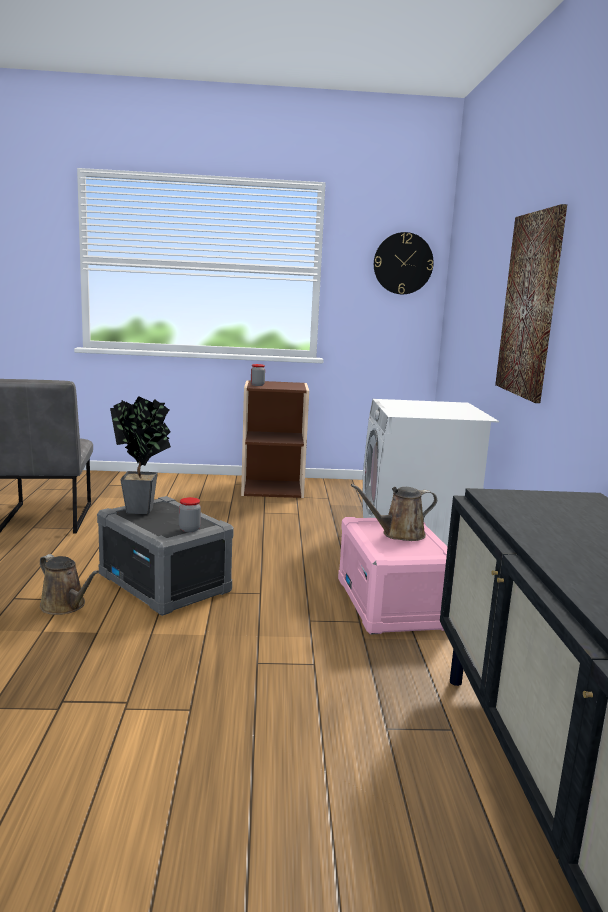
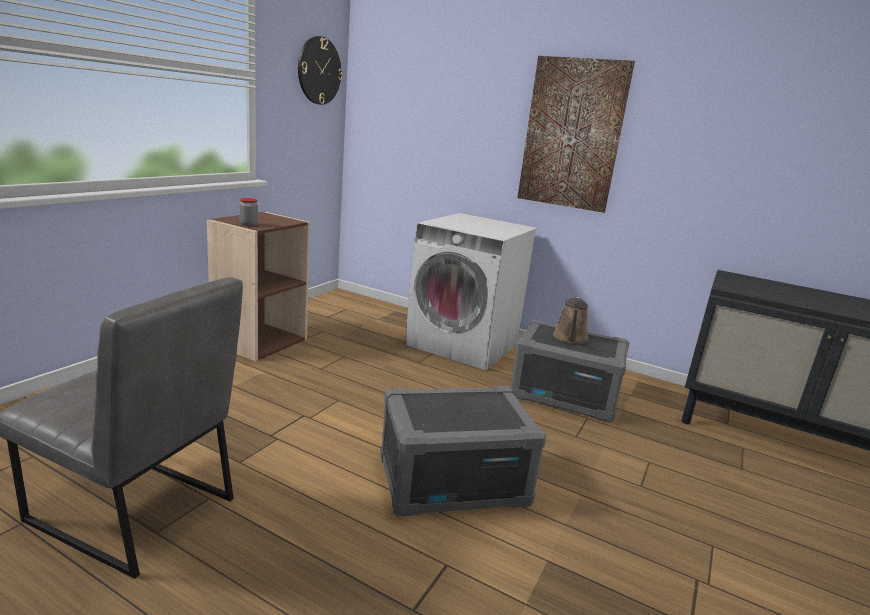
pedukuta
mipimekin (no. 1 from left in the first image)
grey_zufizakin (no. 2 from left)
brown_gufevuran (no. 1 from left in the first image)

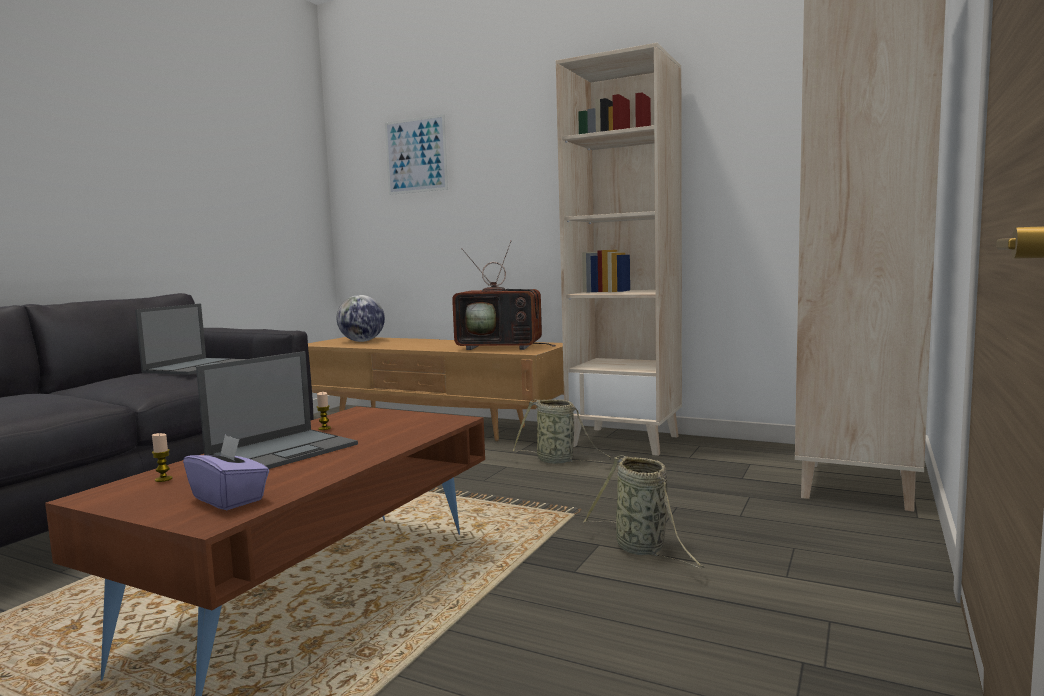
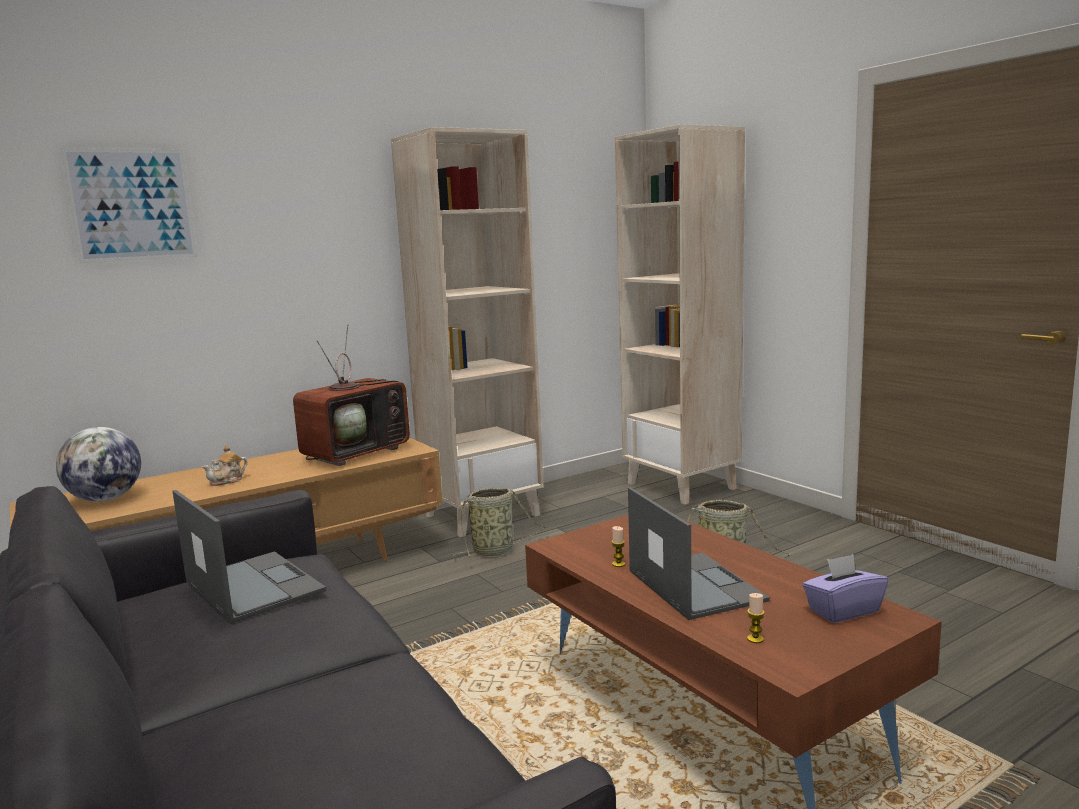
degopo

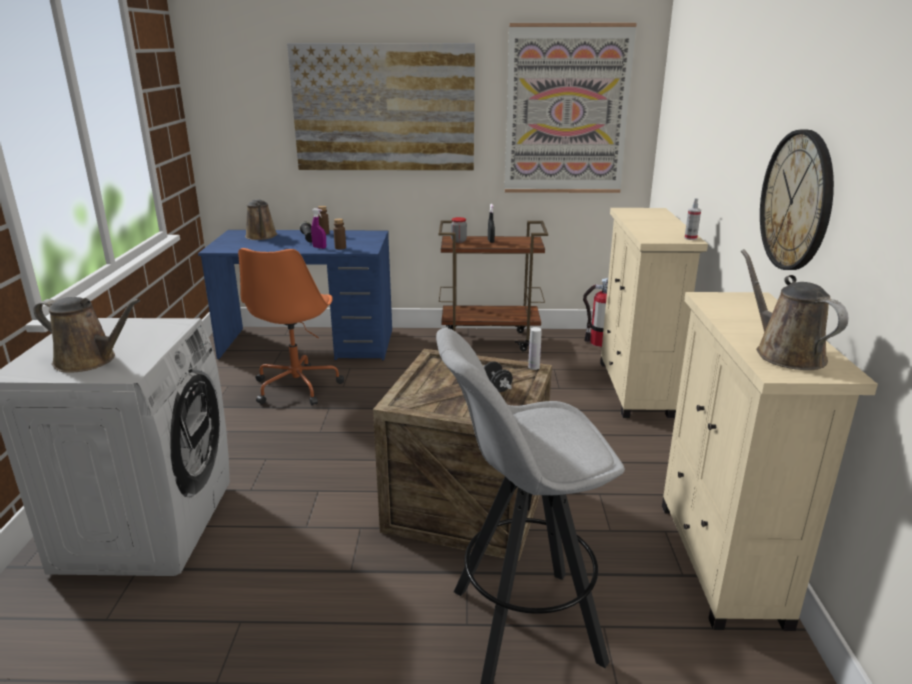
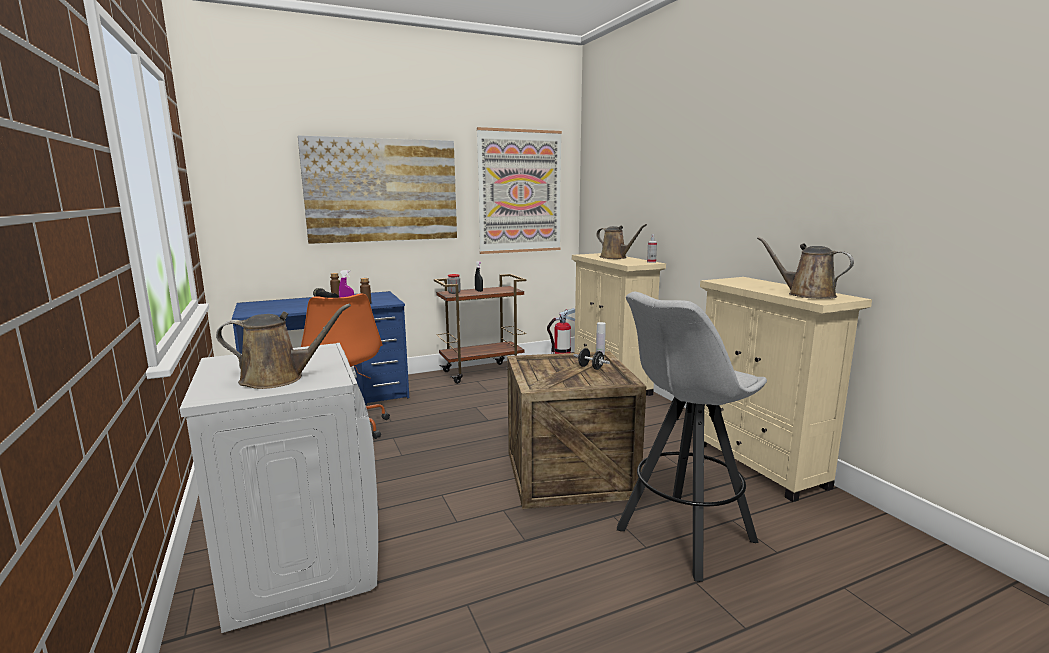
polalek
brown_gufevuran (no. 2 from left)

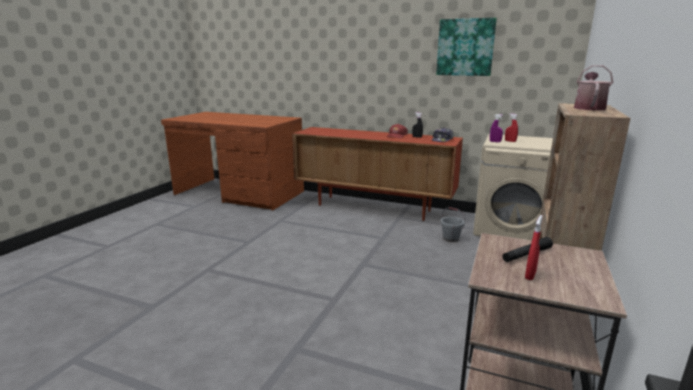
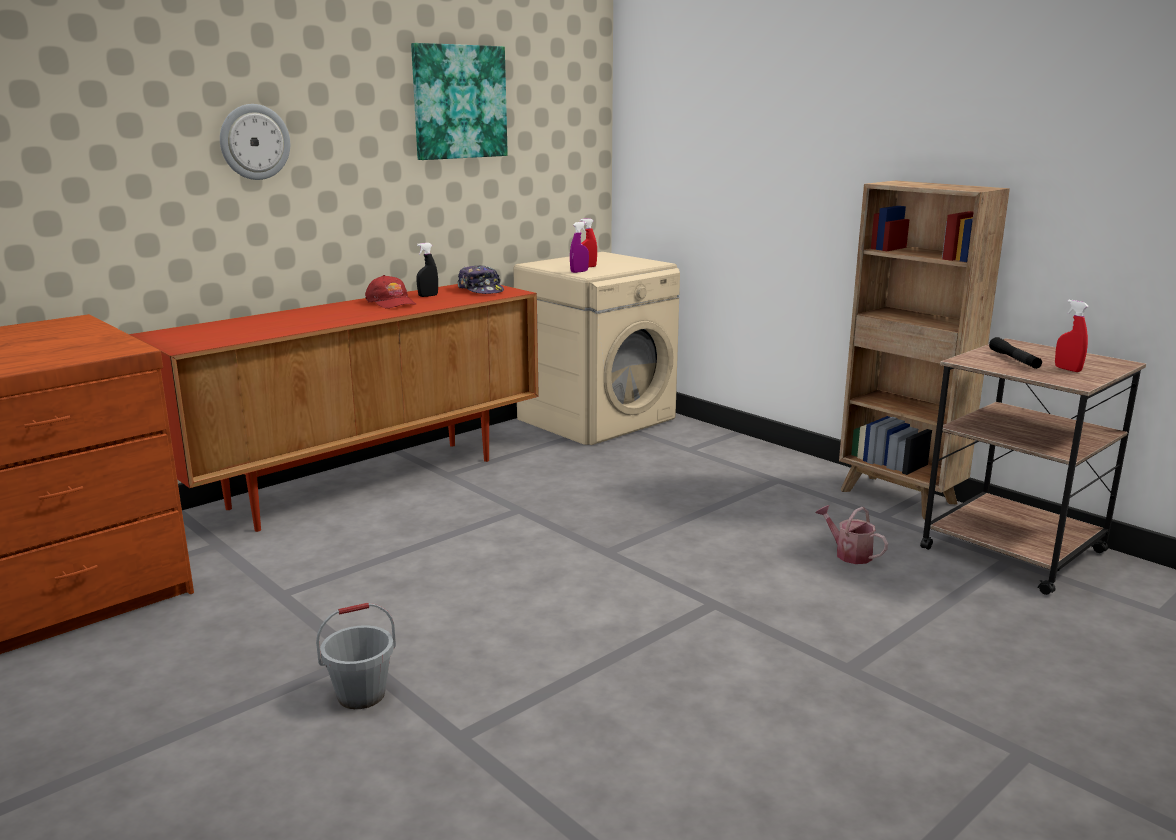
gufevuran
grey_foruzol
polalek

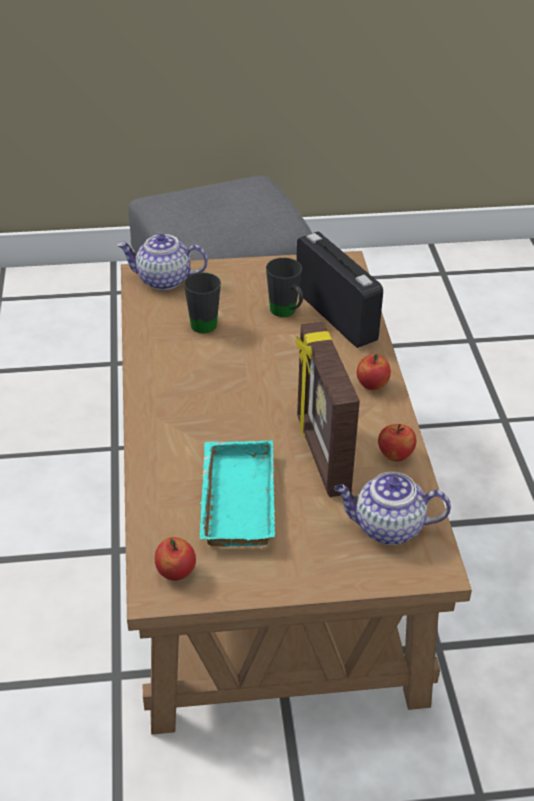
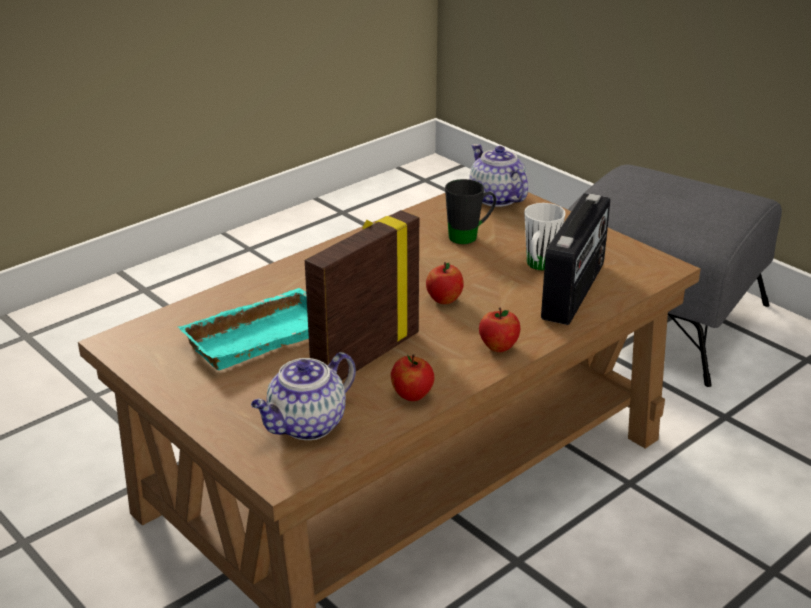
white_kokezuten
degopo (no. 1 from left)
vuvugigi (no. 2 from left)

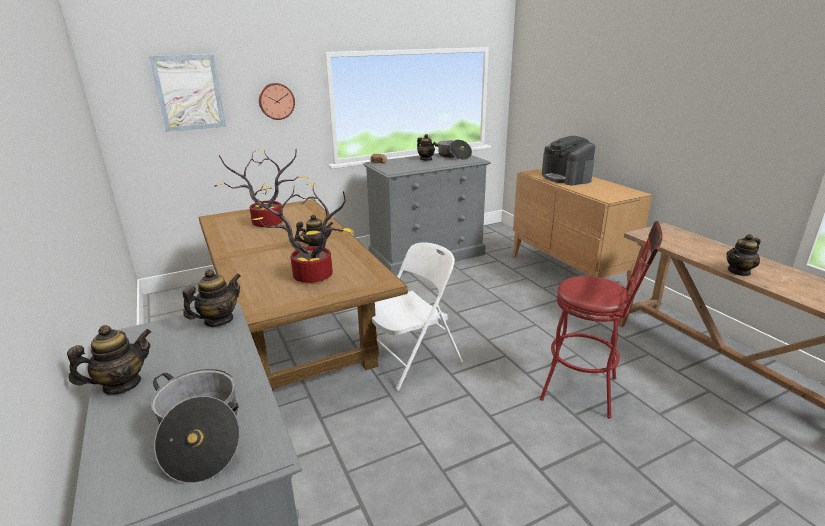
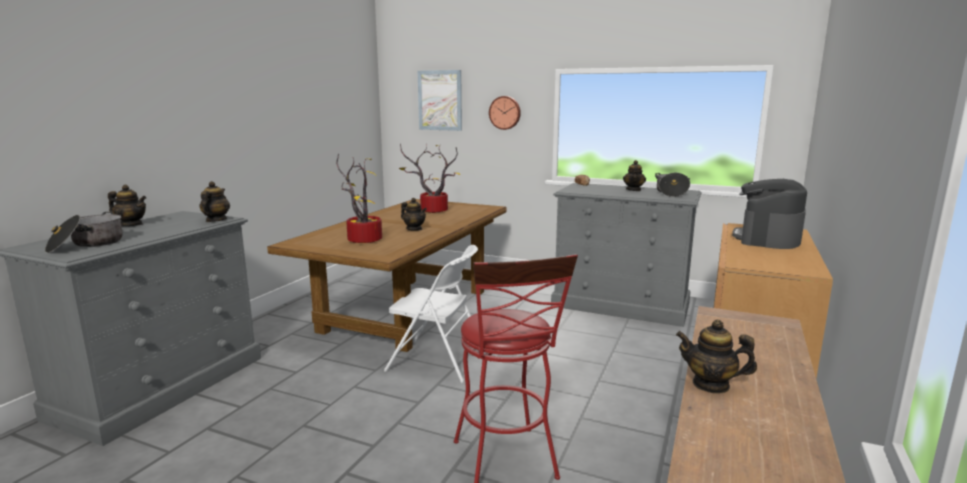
degopo (no. 2 from left)

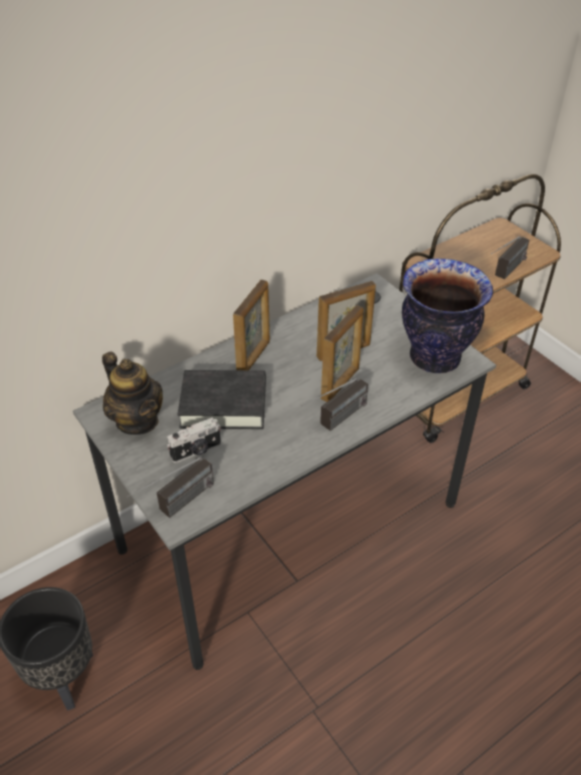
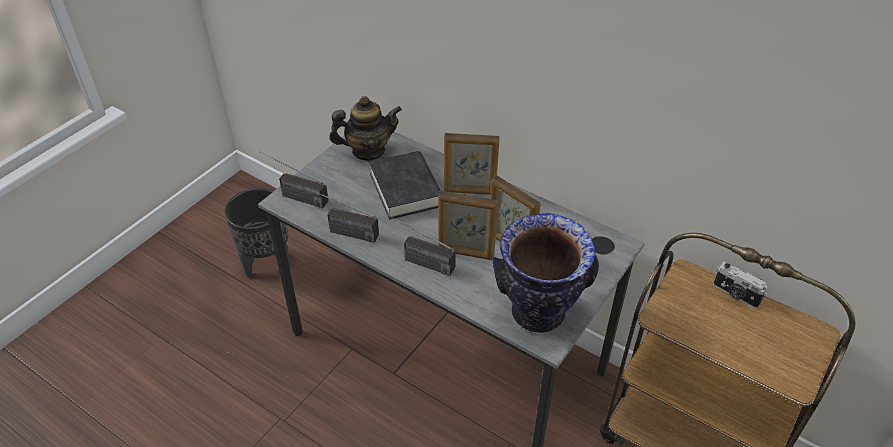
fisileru (no. 2 from left)
degopo
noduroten

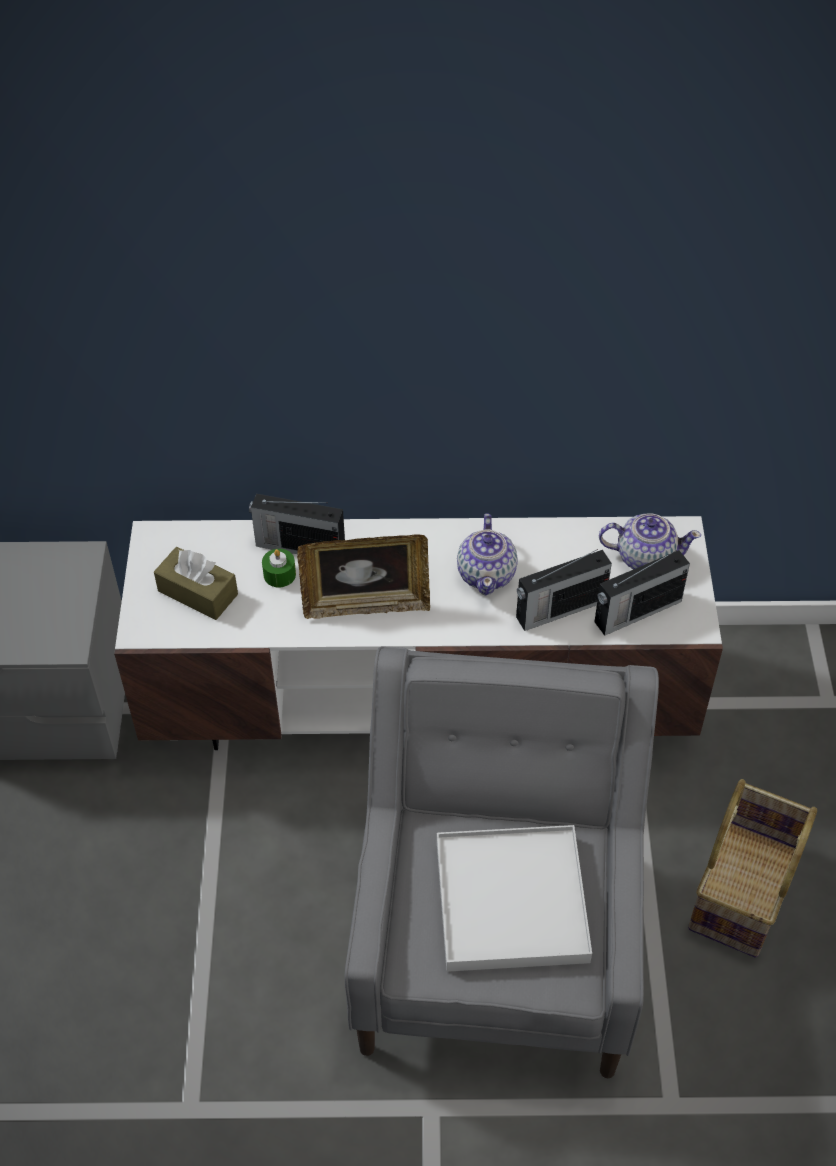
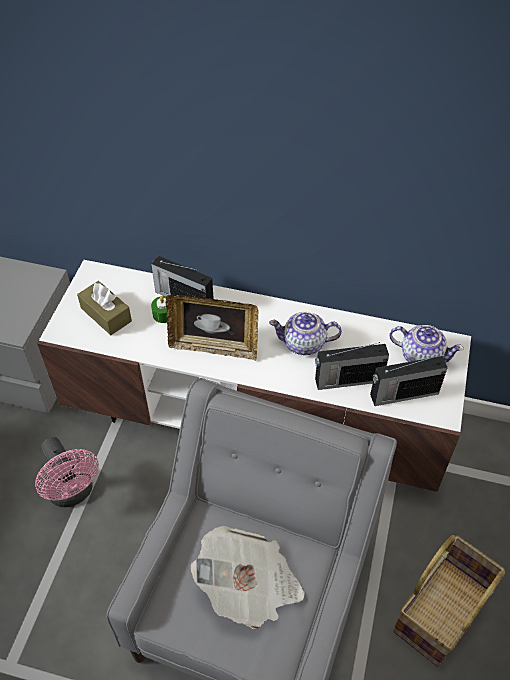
degopo (no. 1 from left)
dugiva
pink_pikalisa

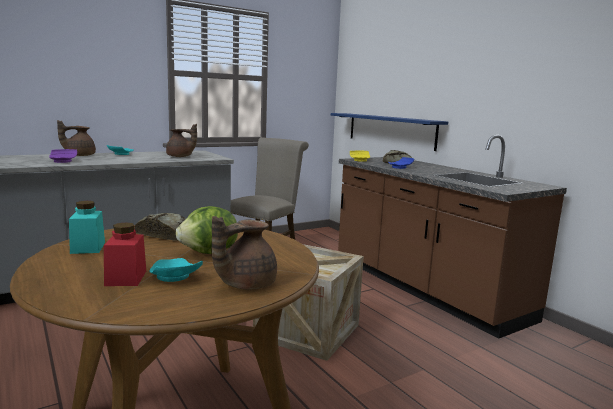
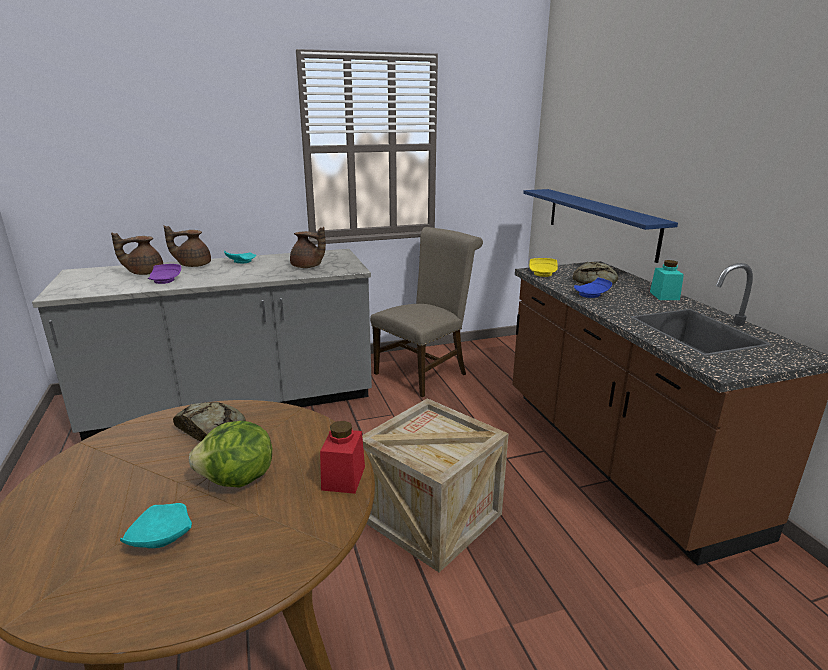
turquoise_mipimekin
brown_degopo (no. 1 from left)
red_mipimekin

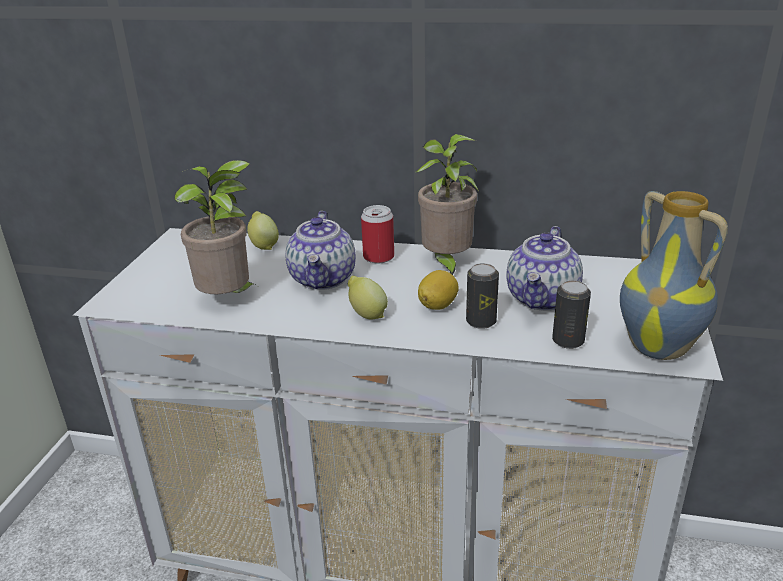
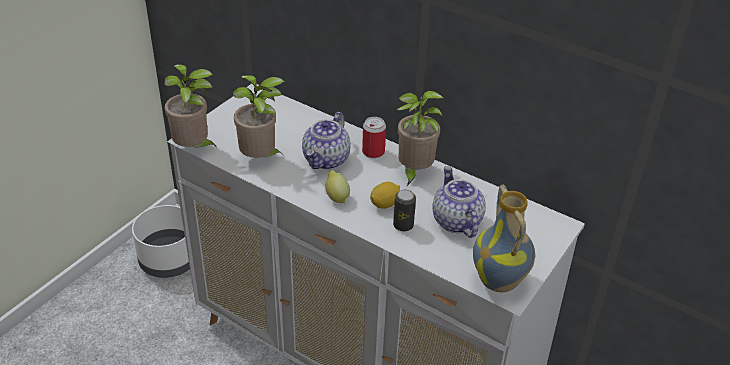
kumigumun (no. 1 from left in the first image)
degopo (no. 2 from left)
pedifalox (no. 3 from left in the first image)
pedukuta (no. 1 from left)
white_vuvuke

